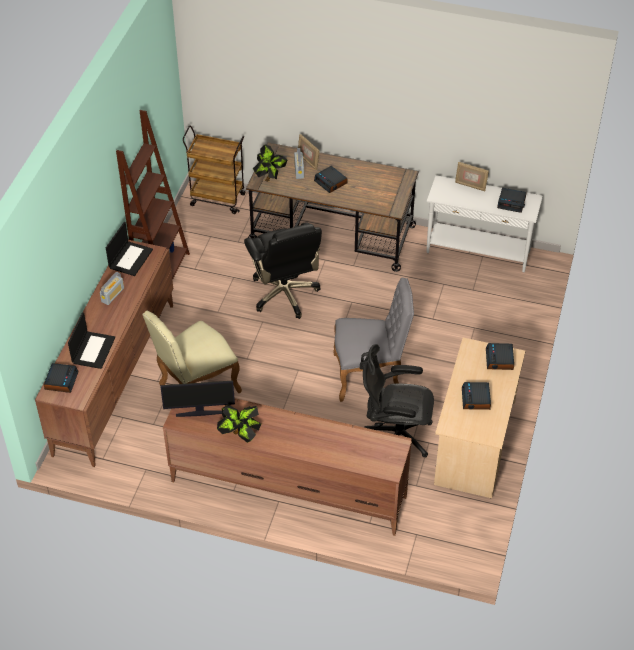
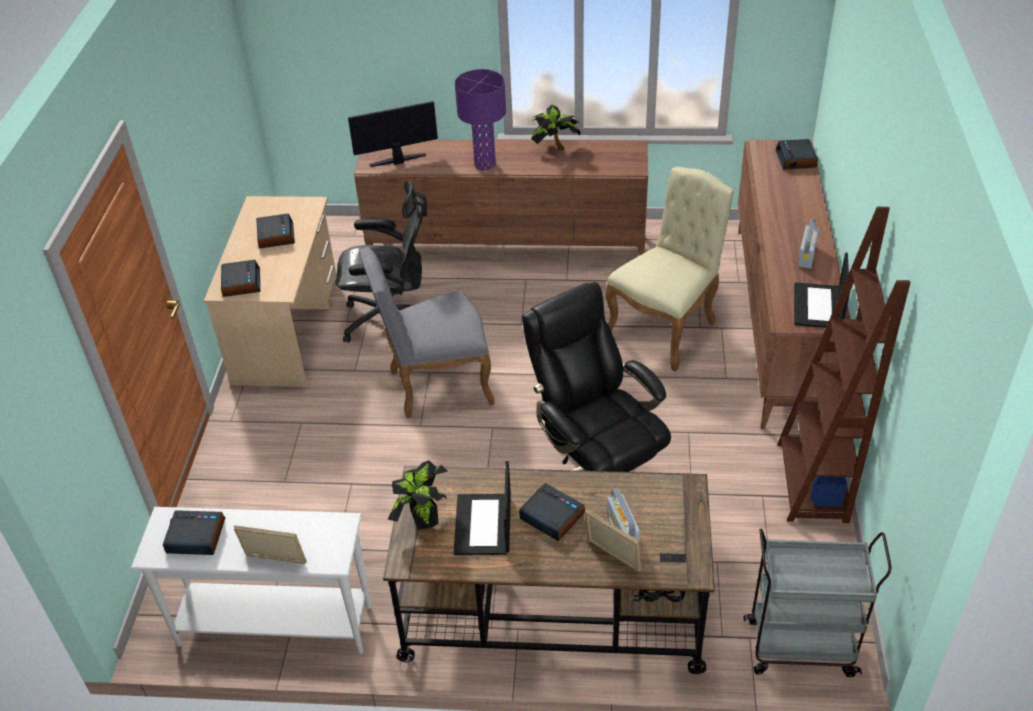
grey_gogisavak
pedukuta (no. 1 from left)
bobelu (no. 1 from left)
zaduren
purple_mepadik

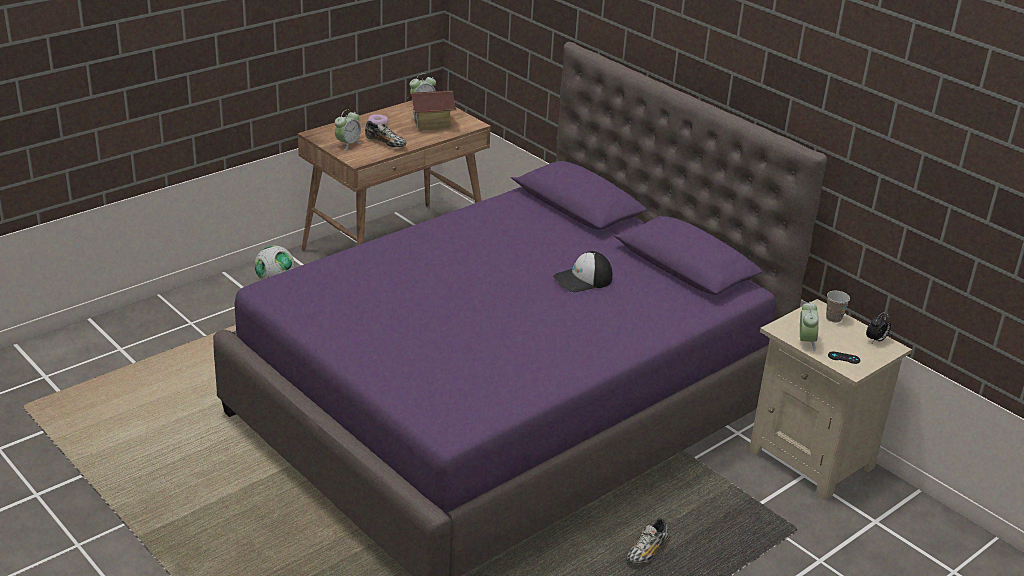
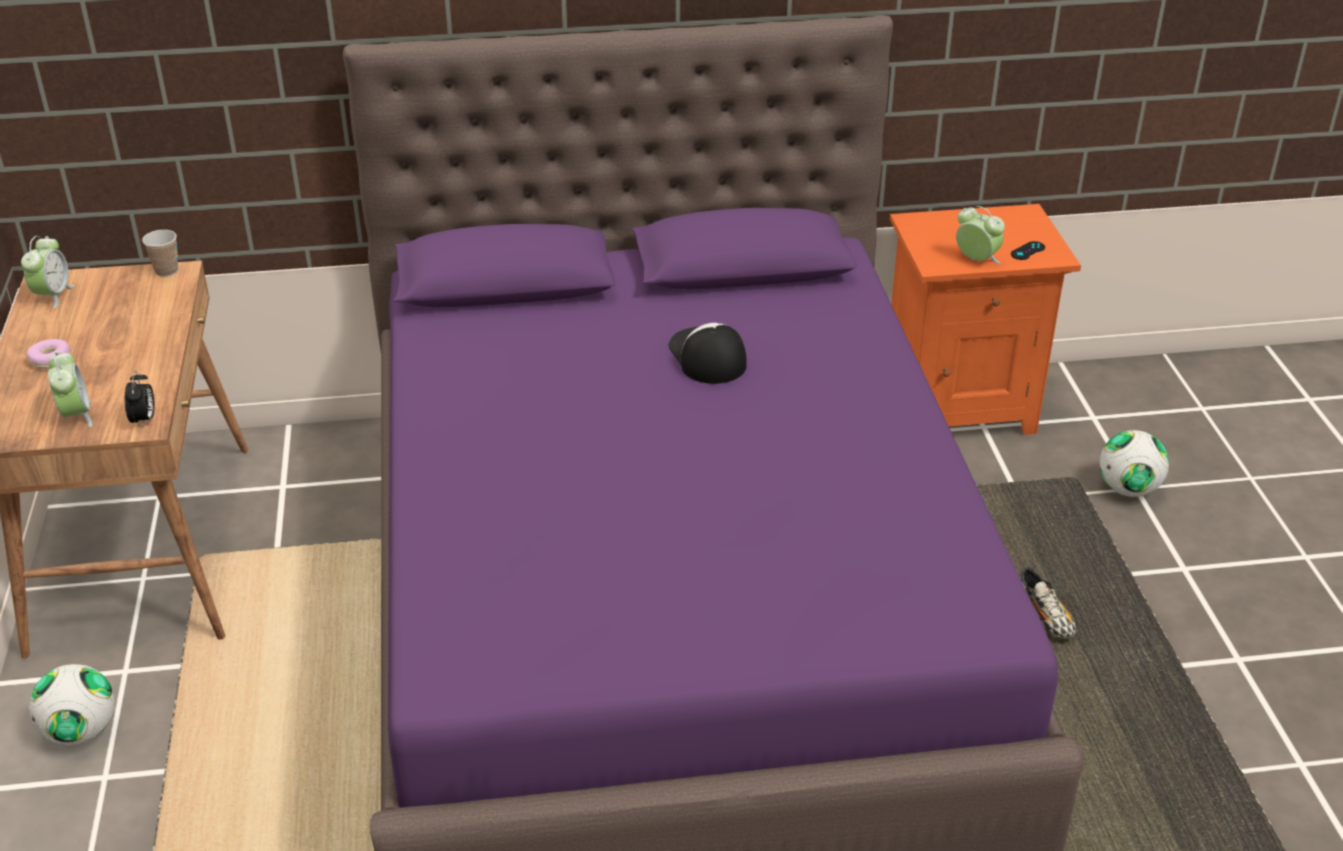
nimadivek
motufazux (no. 1 from left in the first image)
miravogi
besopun
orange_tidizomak
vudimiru (no. 3 from left)
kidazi (no. 2 from left)

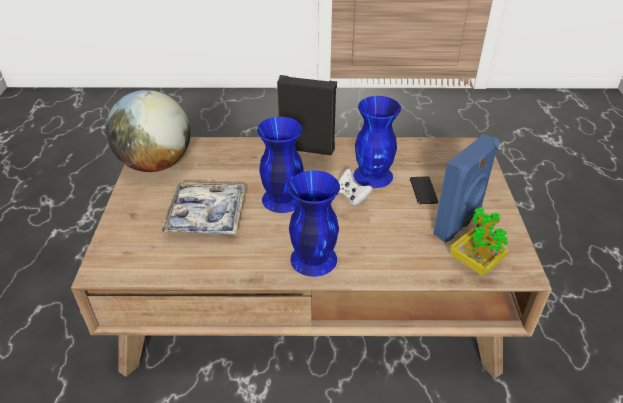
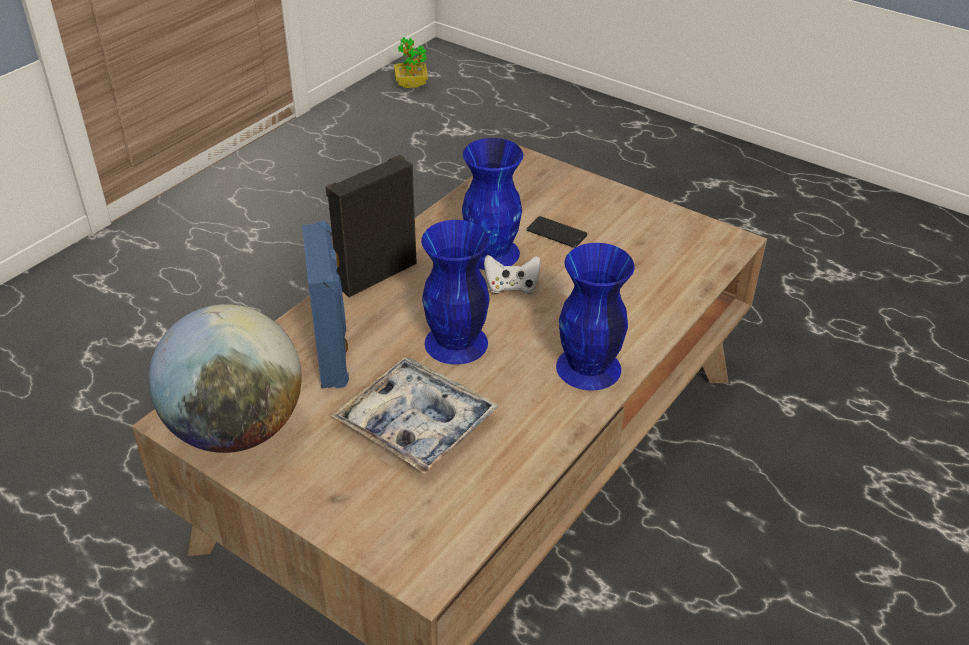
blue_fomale
pedukuta

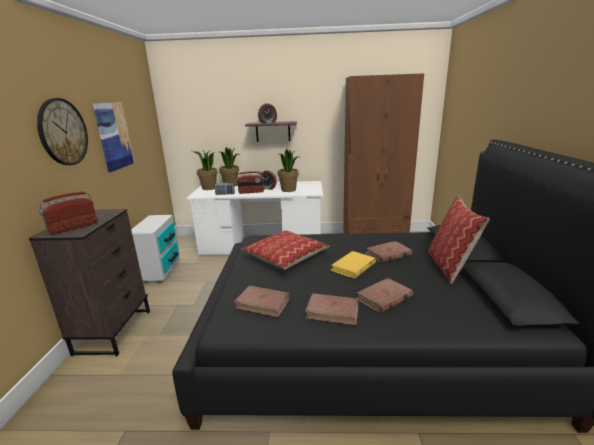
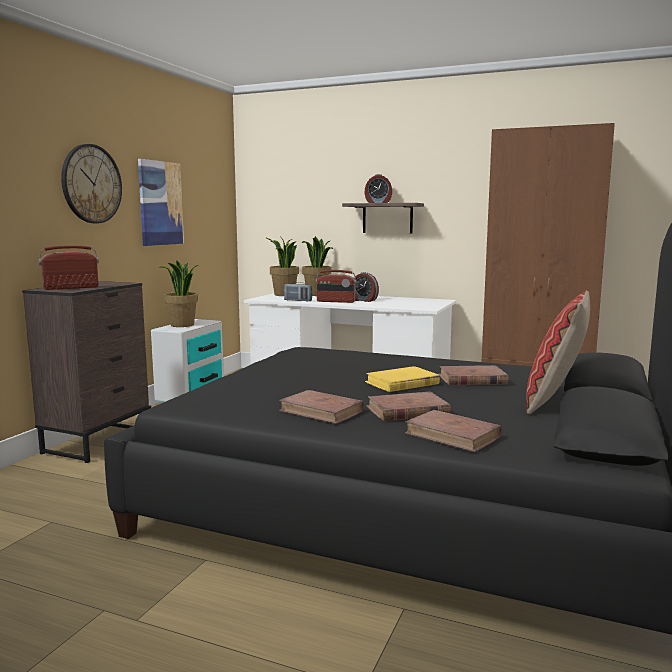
pedukuta (no. 1 from left)
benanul (no. 1 from left in the first image)
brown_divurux (no. 3 from left)

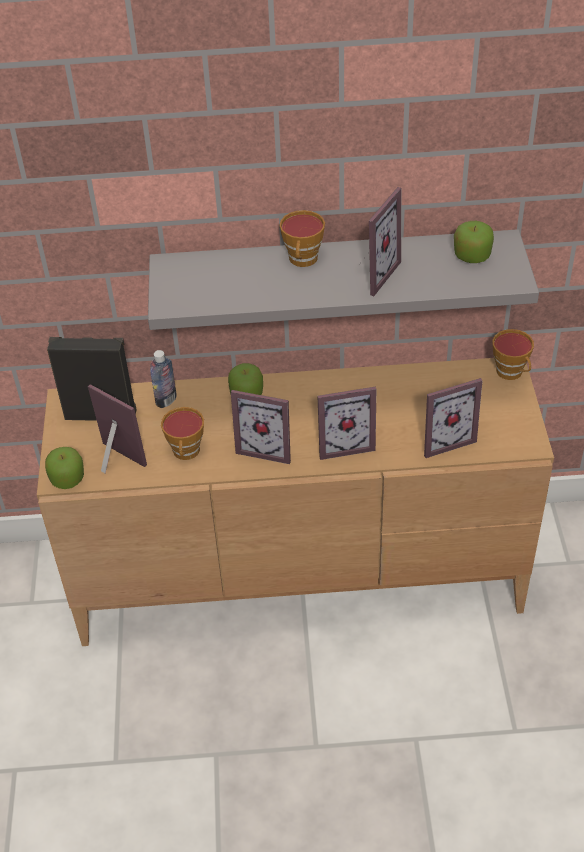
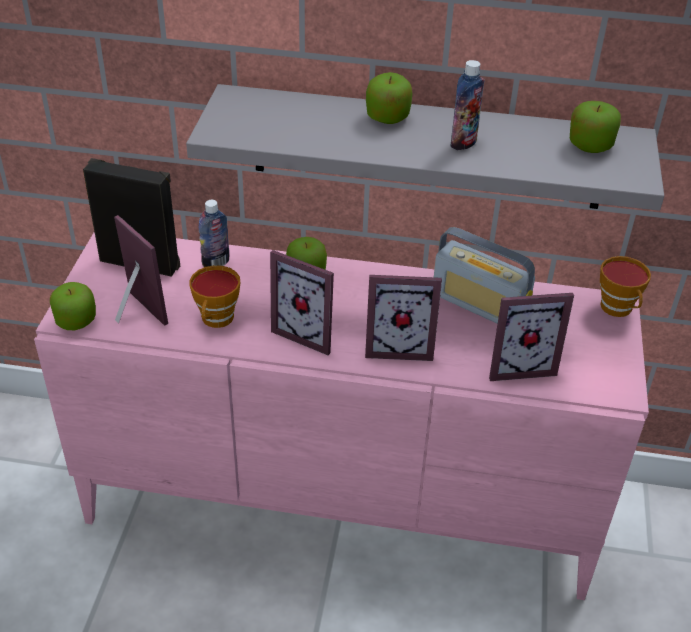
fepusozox (no. 2 from left)
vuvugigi (no. 3 from left)
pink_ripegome
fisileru

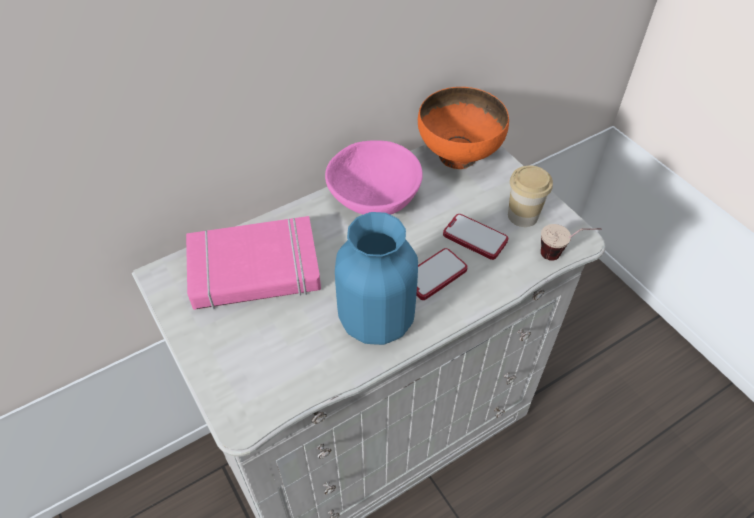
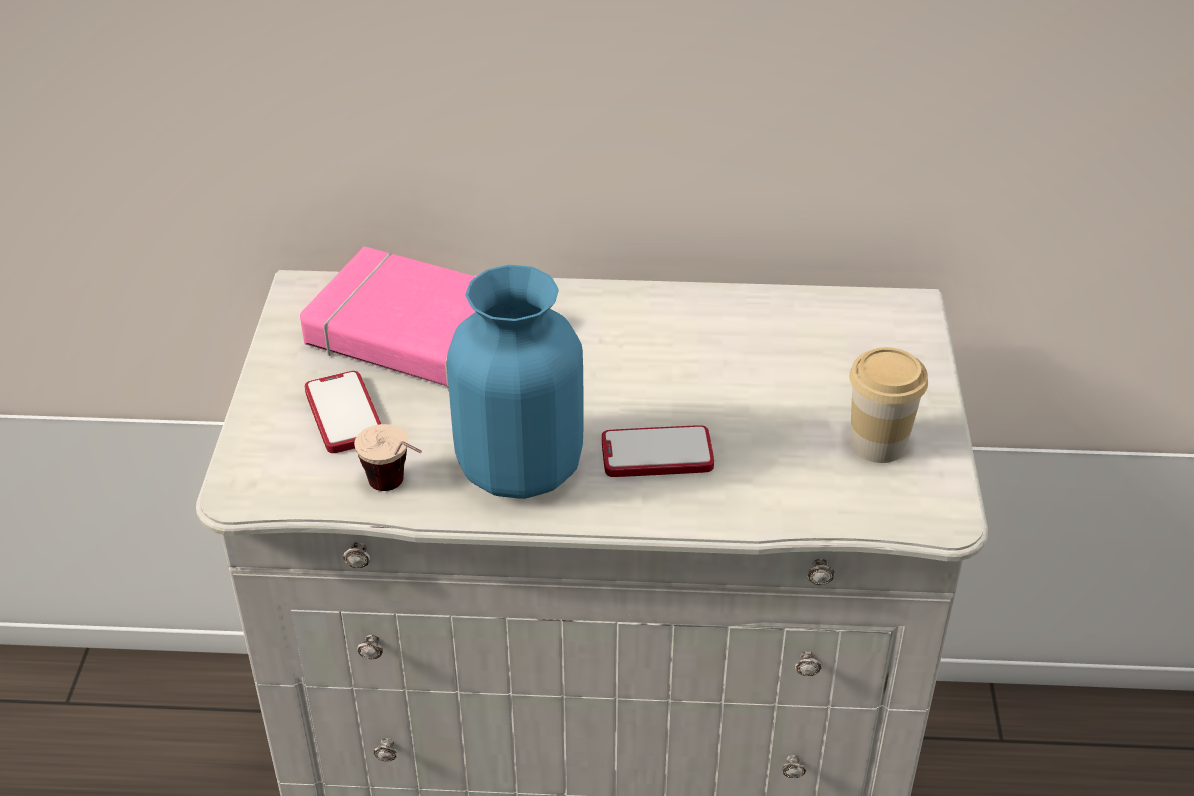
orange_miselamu
pink_miselamu
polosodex (no. 1 from left)
besopun (no. 1 from left)

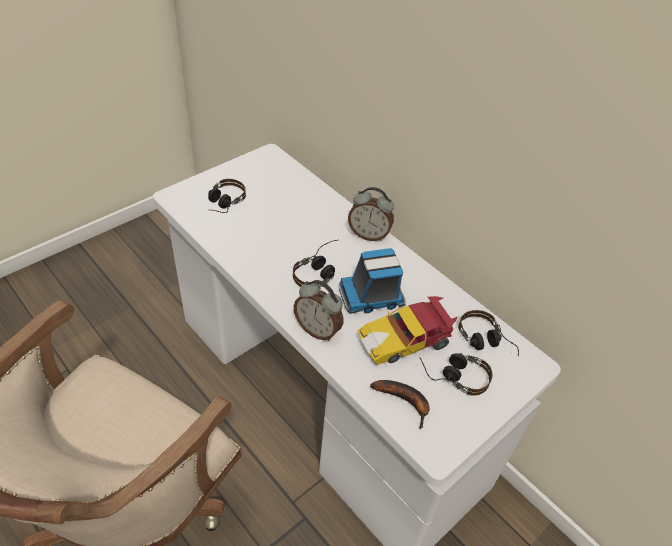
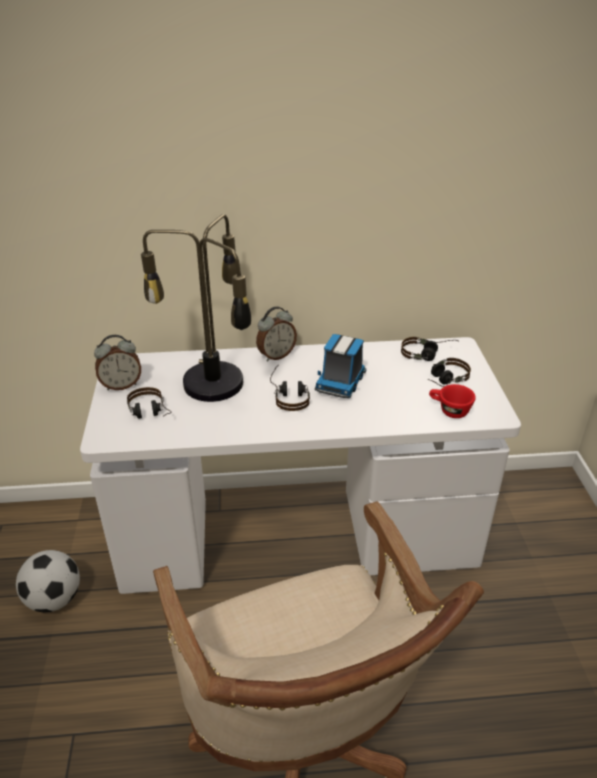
vudimiru (no. 1 from left)
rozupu
red_besopun
mepadik
kidazi

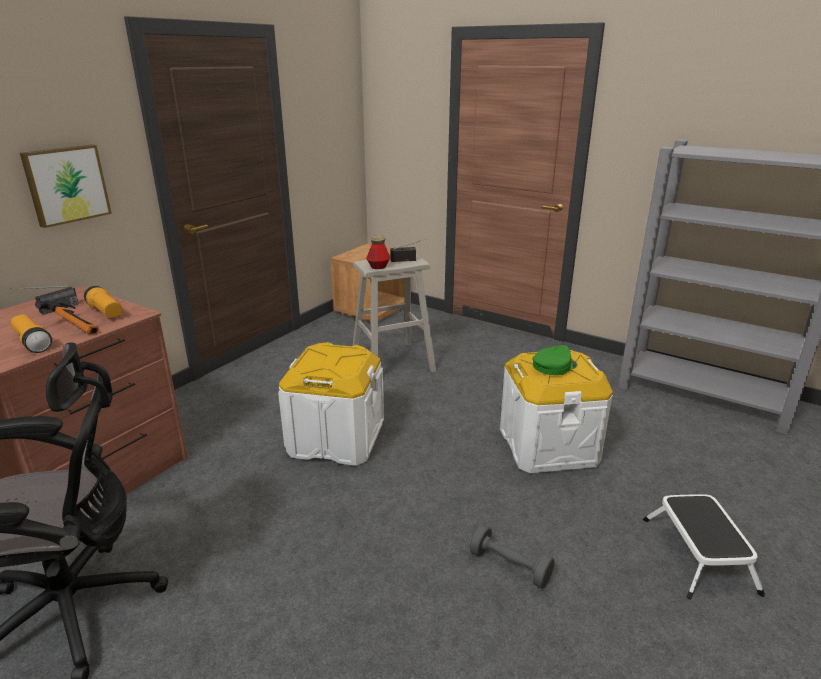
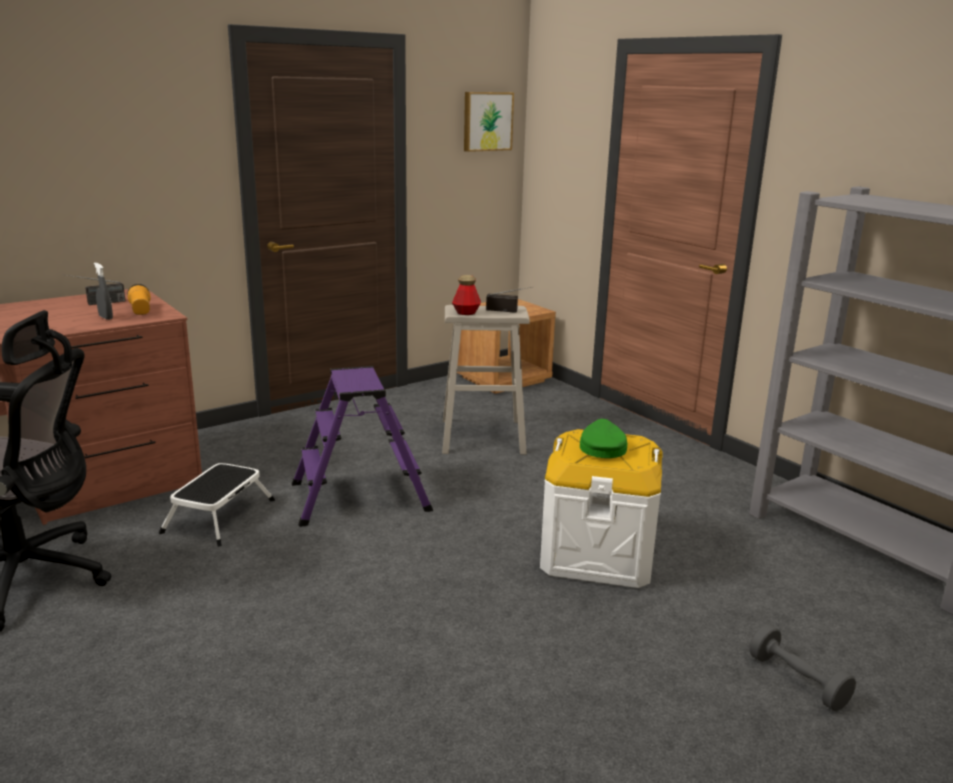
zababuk
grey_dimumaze
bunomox (no. 1 from left in the first image)
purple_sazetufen
green_miravogi
black_sazetufen
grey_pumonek

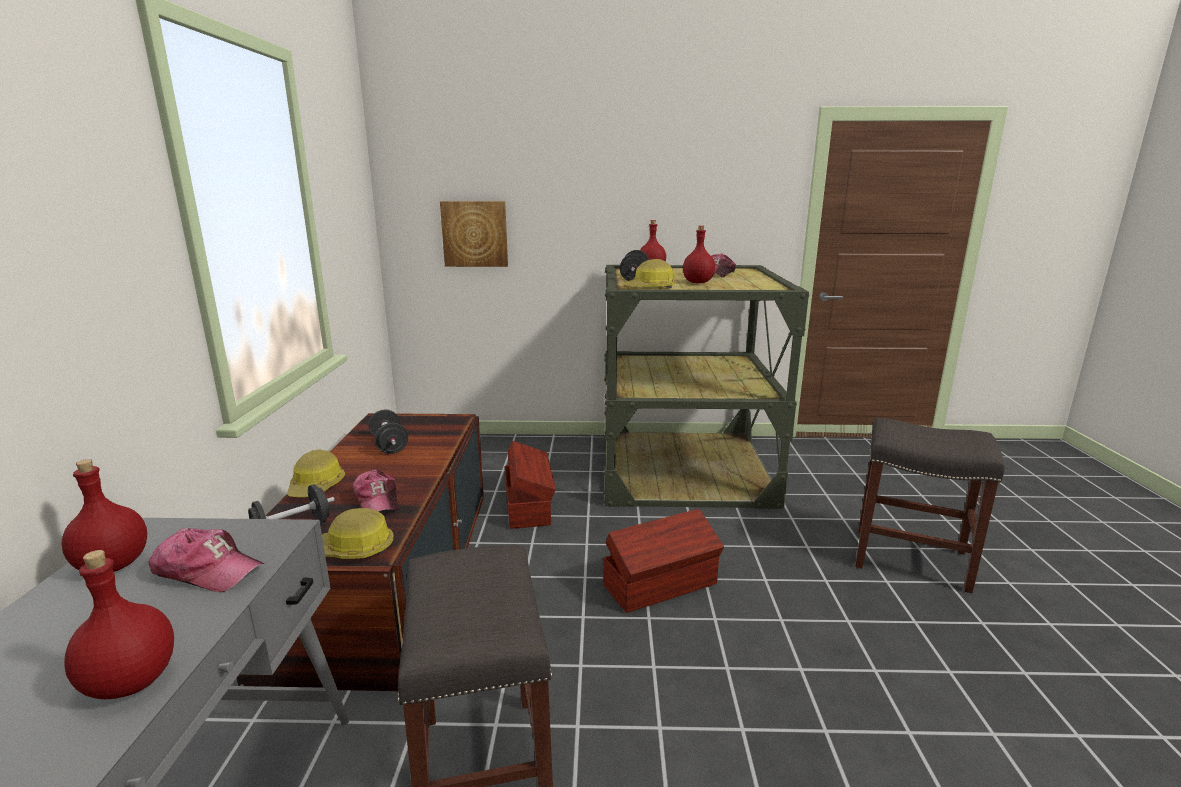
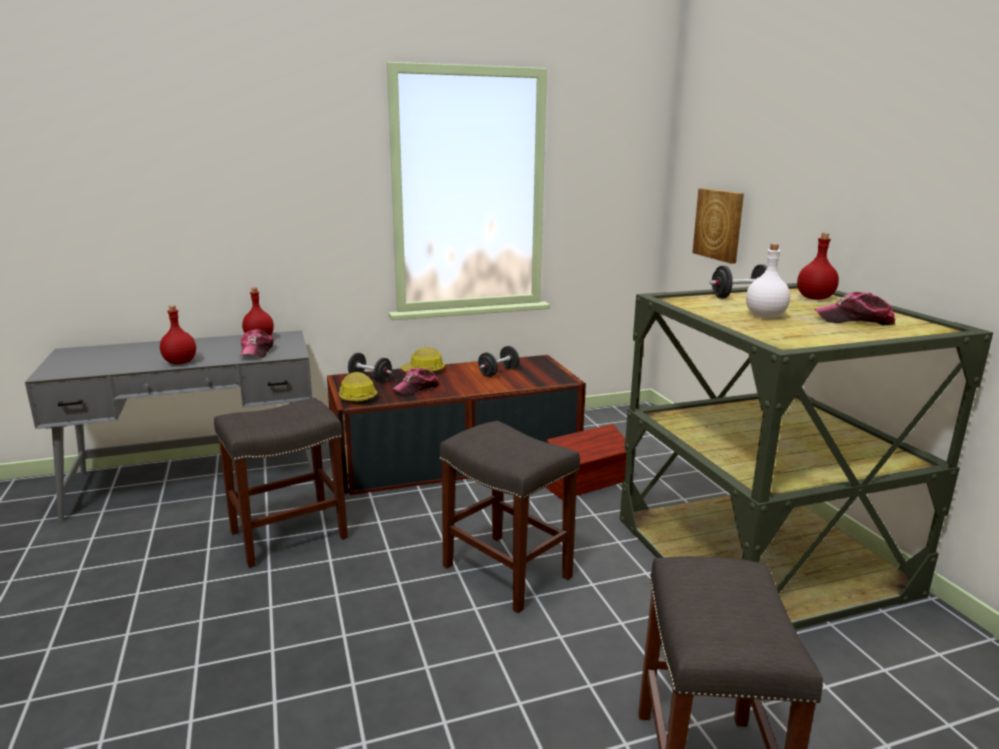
white_fepusozox
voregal (no. 3 from left in the first image)
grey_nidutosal (no. 2 from left)

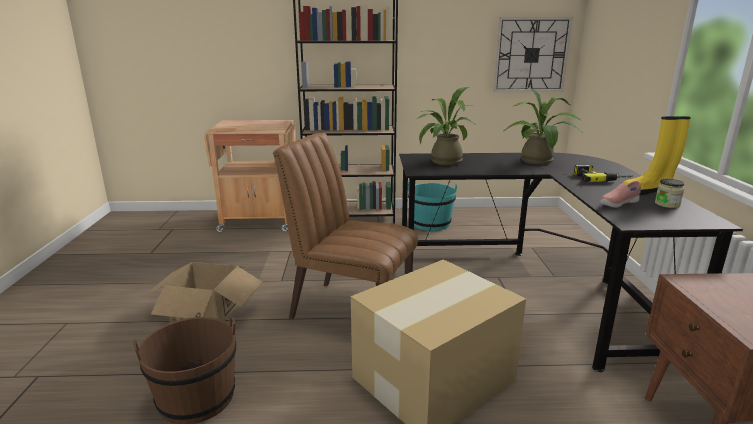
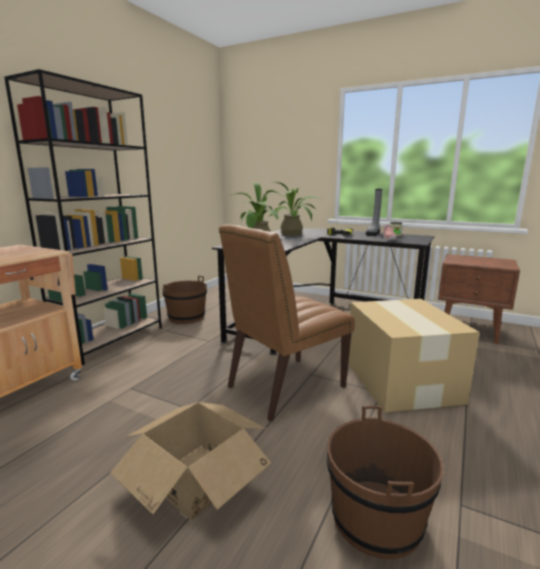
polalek
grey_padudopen
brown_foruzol (no. 1 from left)

